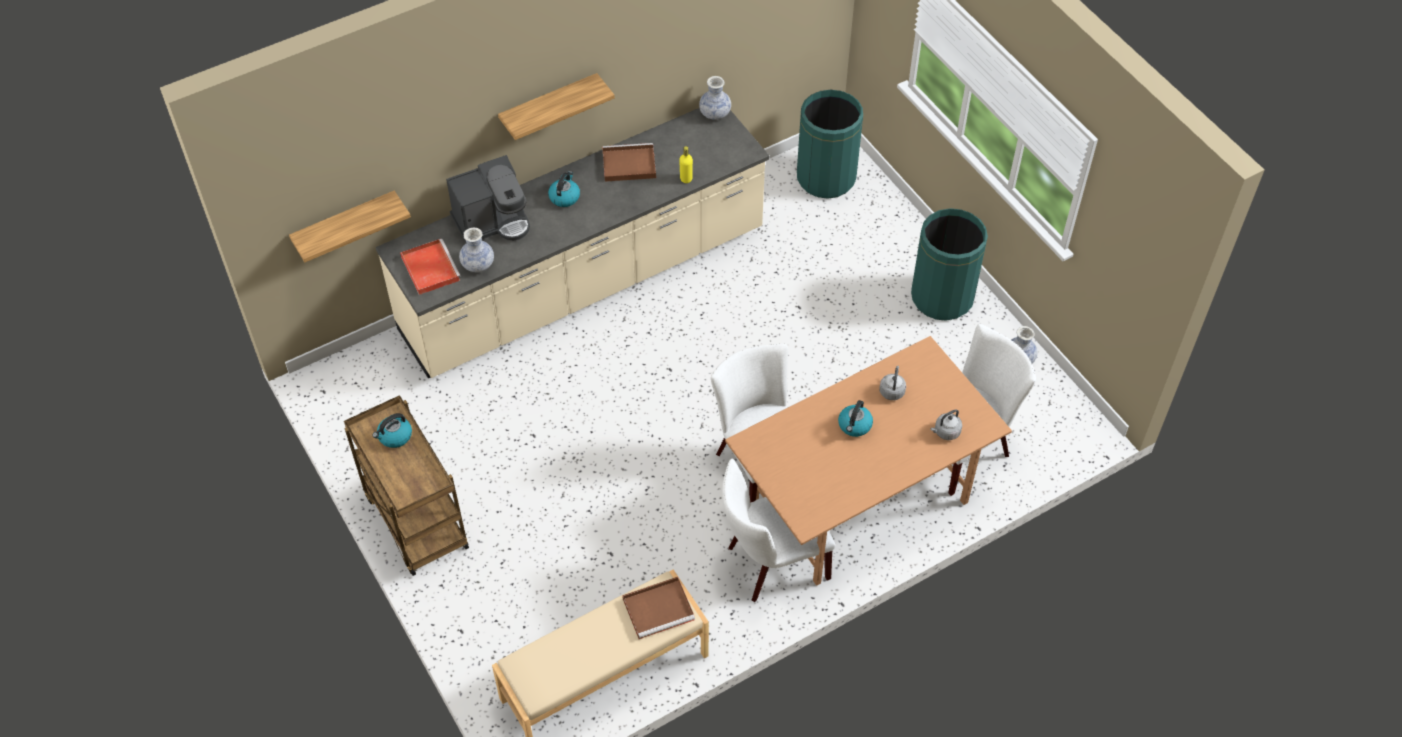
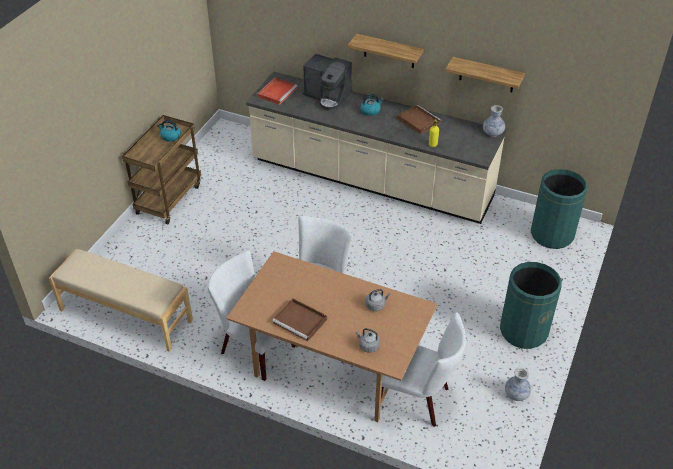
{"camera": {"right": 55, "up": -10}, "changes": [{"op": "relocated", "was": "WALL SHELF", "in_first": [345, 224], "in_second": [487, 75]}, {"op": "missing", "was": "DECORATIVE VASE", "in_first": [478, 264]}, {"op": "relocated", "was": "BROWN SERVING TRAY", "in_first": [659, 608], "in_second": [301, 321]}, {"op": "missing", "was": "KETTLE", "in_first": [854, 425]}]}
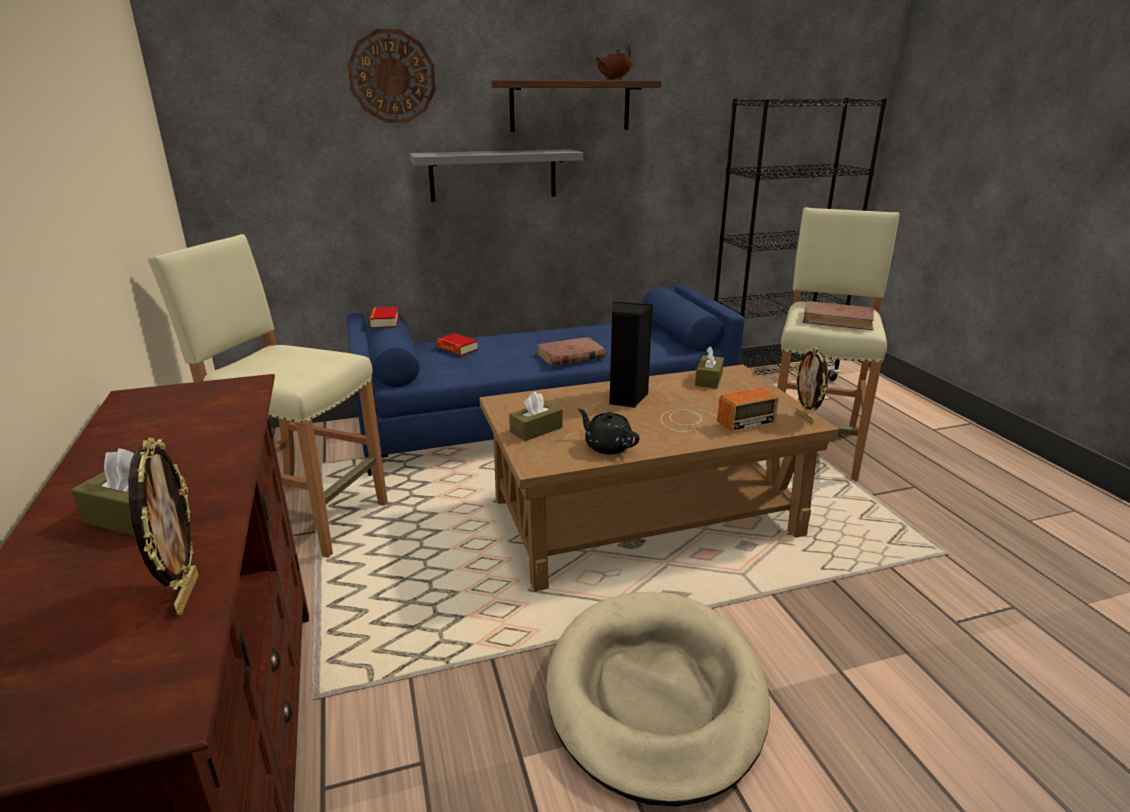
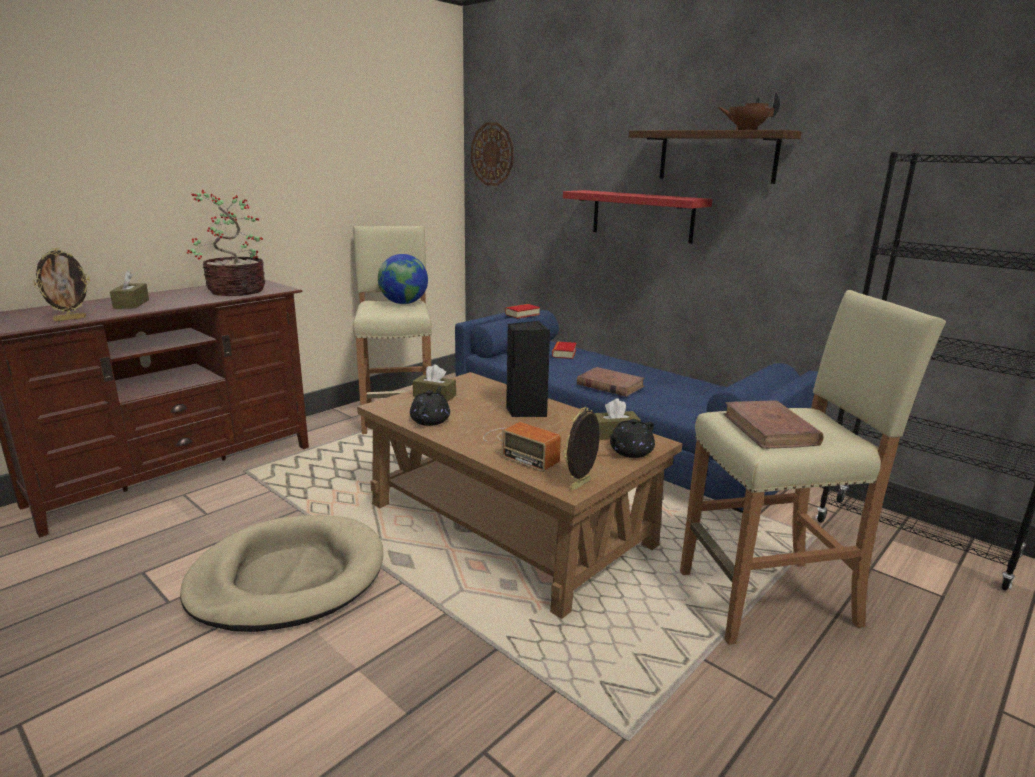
{"camera": {"right": 60, "up": -5}, "changes": [{"op": "relocated", "was": "WALL CLOCK", "in_first": [392, 77], "in_second": [492, 154]}, {"op": "colour", "was": "GRAY WALL SHELF", "now": "REDDISH WALL SHELF", "in_first": [493, 175], "in_second": [642, 215]}, {"op": "appeared", "now": "POTTED PLANT", "in_second": [234, 291]}, {"op": "appeared", "now": "GLOBE", "in_second": [404, 303]}, {"op": "appeared", "now": "BLACK-COLOURED TEA POT", "in_second": [630, 452]}]}
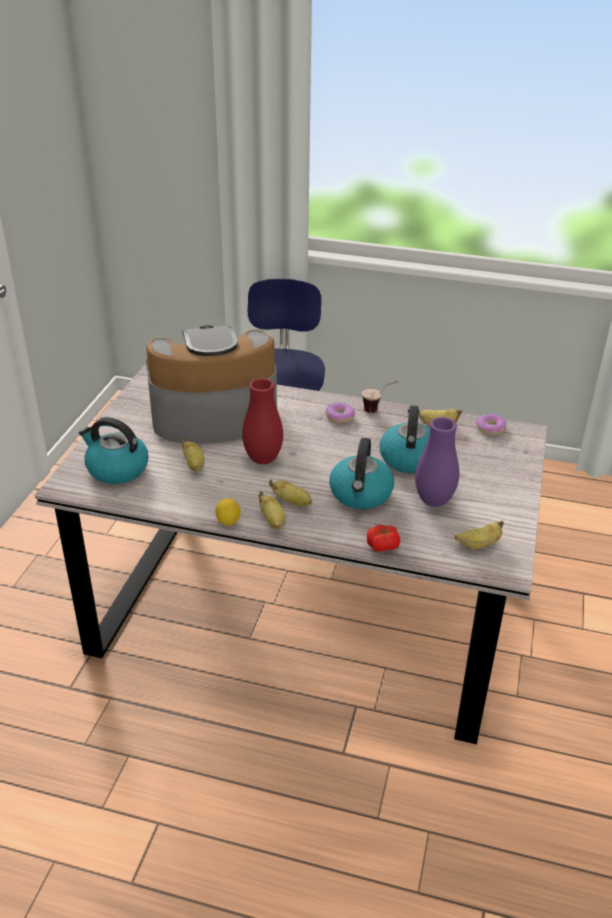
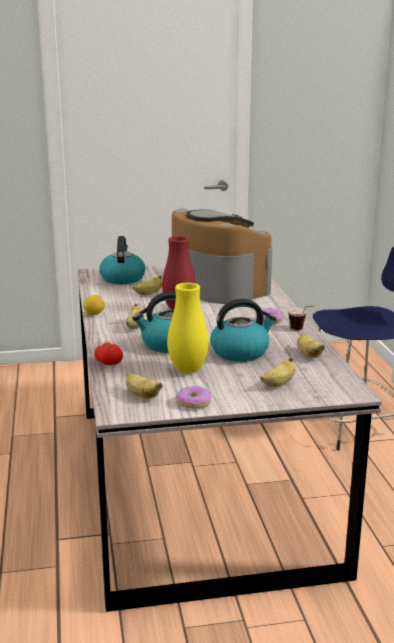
{"camera": {"right": 65, "up": -15}, "changes": [{"op": "relocated", "was": "BANANA FRUIT", "in_first": [273, 521], "in_second": [278, 384]}, {"op": "colour", "was": "PURPLE-COLOURED DECORATIVE VASE", "now": "YELLOW DECORATIVE VASE", "in_first": [433, 501], "in_second": [188, 370]}, {"op": "relocated", "was": "DONUT", "in_first": [490, 428], "in_second": [193, 402]}]}
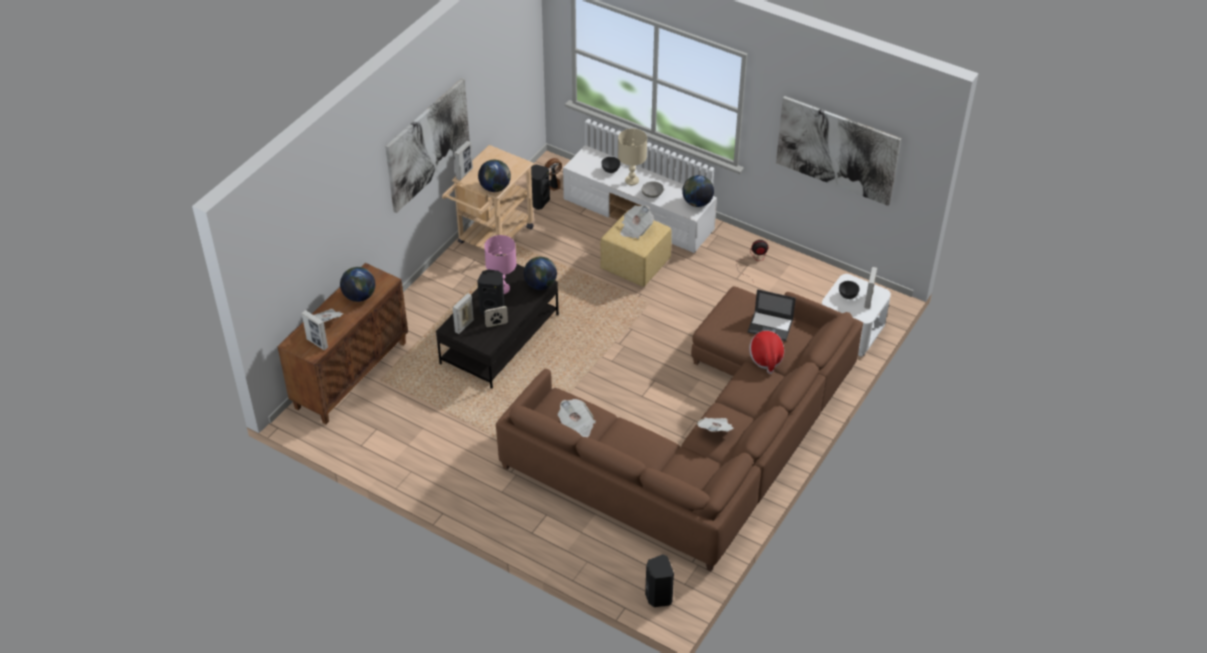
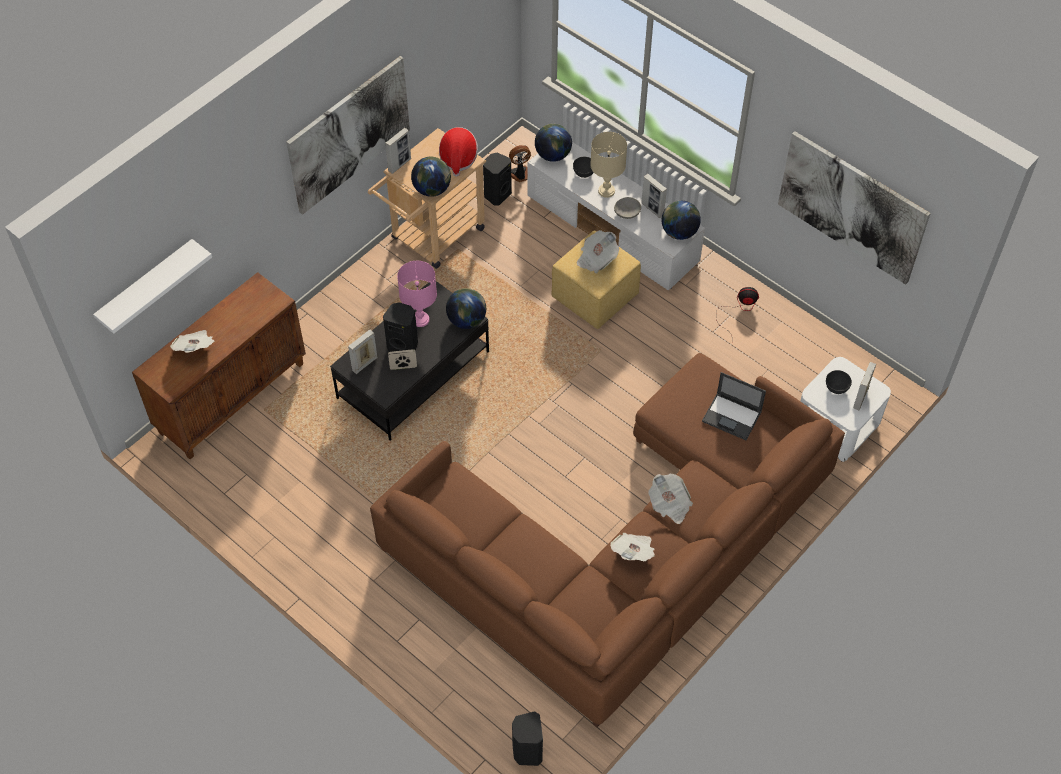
{"camera": {"right": 10, "up": 10}, "changes": [{"op": "relocated", "was": "STANDING FRAME", "in_first": [317, 343], "in_second": [652, 209]}, {"op": "relocated", "was": "GLOBE", "in_first": [359, 296], "in_second": [553, 155]}, {"op": "relocated", "was": "DAILY PAPER", "in_first": [577, 425], "in_second": [669, 504]}, {"op": "relocated", "was": "HAT", "in_first": [766, 358], "in_second": [458, 159]}, {"op": "appeared", "now": "WHITE-COLOURED WALL SHELF", "in_second": [146, 286]}]}
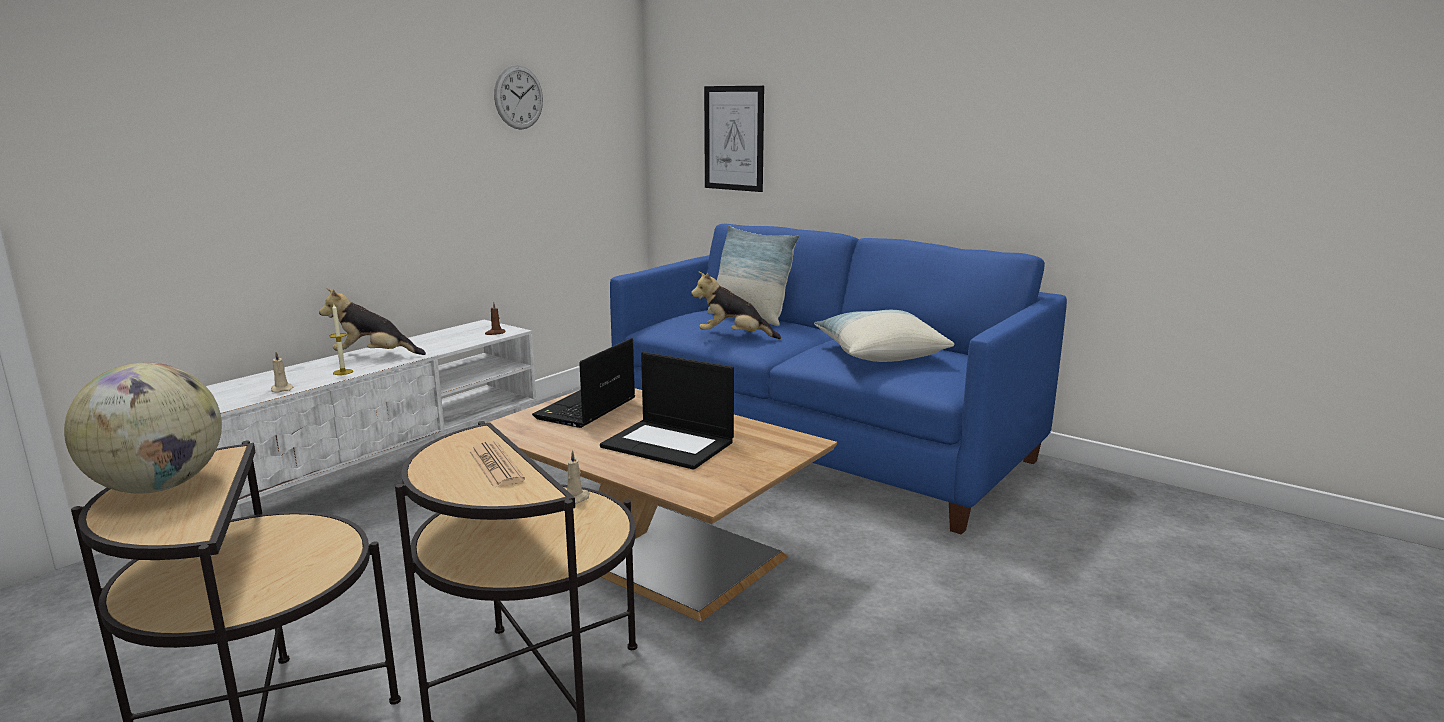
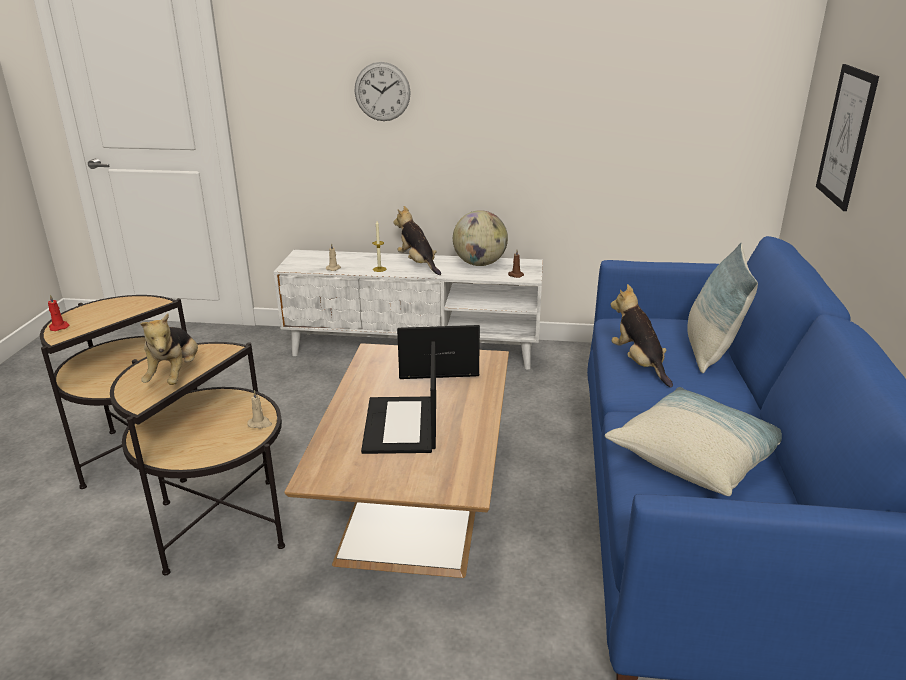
{"camera": {"right": 60, "up": 10}, "changes": [{"op": "relocated", "was": "GLOBE", "in_first": [159, 486], "in_second": [480, 264]}, {"op": "exchanged", "was": "DAILY PAPER", "now": "PLUSH TOY", "in_first": [495, 466], "in_second": [175, 375]}, {"op": "relocated", "was": "WALL CLOCK", "in_first": [518, 97], "in_second": [382, 91]}, {"op": "appeared", "now": "REDDISH WAX CANDLE", "in_second": [59, 327]}]}
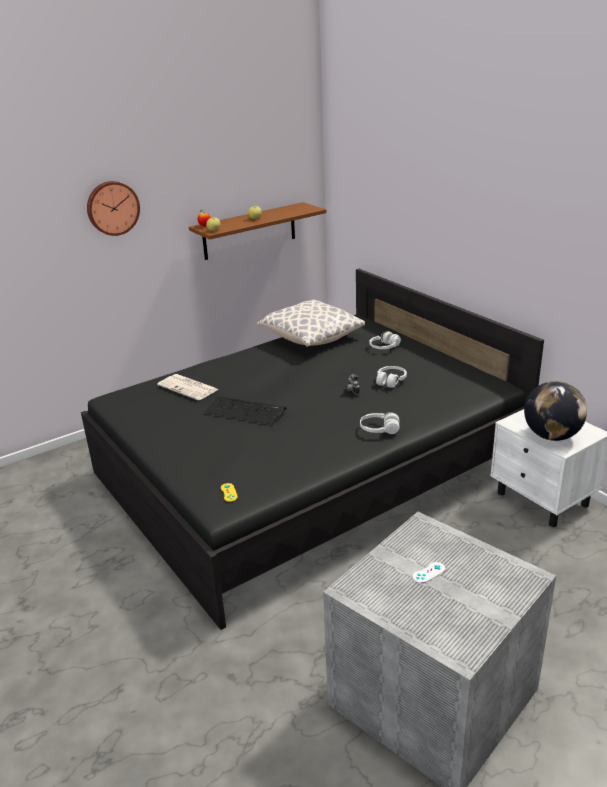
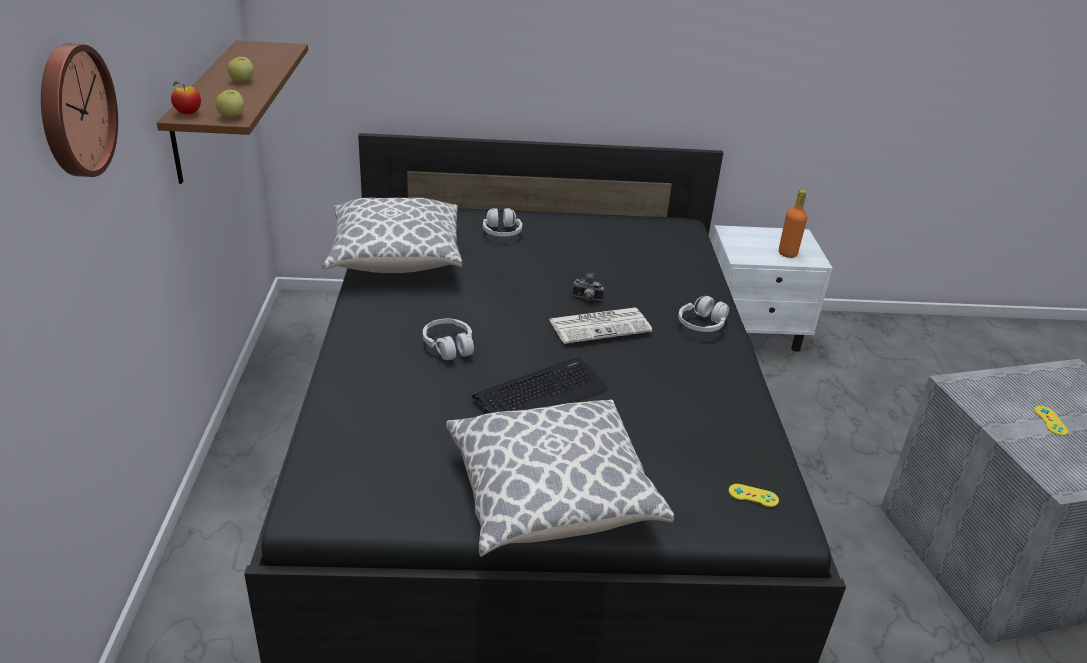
{"camera": {"right": -60, "up": 5}, "changes": [{"op": "relocated", "was": "DAILY PAPER", "in_first": [189, 388], "in_second": [601, 325]}, {"op": "relocated", "was": "WHITE-COLOURED HEADPHONES", "in_first": [390, 381], "in_second": [449, 346]}, {"op": "colour", "was": "WHITE-COLOURED GAME CONTROLLER", "now": "YELLOW GAME CONTROLLER", "in_first": [429, 573], "in_second": [1050, 421]}, {"op": "exchanged", "was": "GLOBE", "now": "ORANGE BEVERAGE BOTTLE", "in_first": [551, 436], "in_second": [787, 253]}, {"op": "appeared", "now": "CUSHION", "in_second": [550, 498]}]}
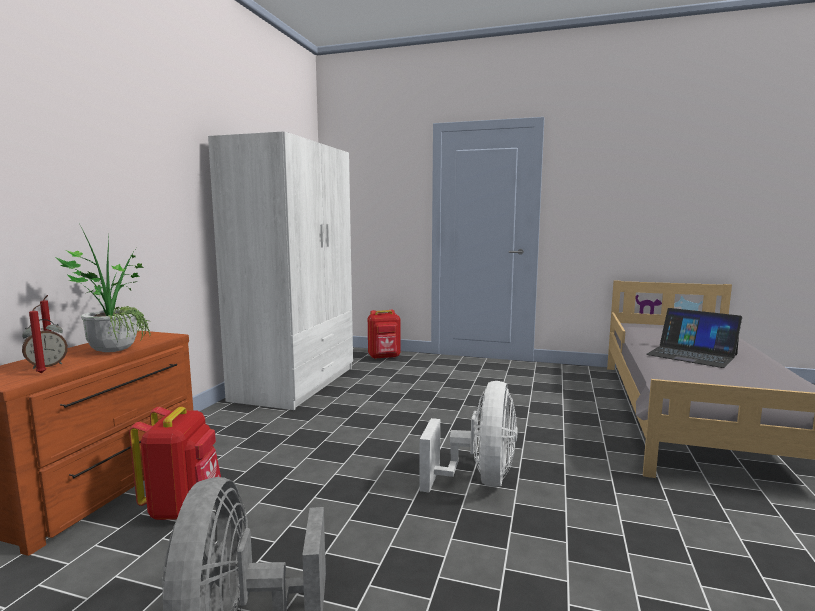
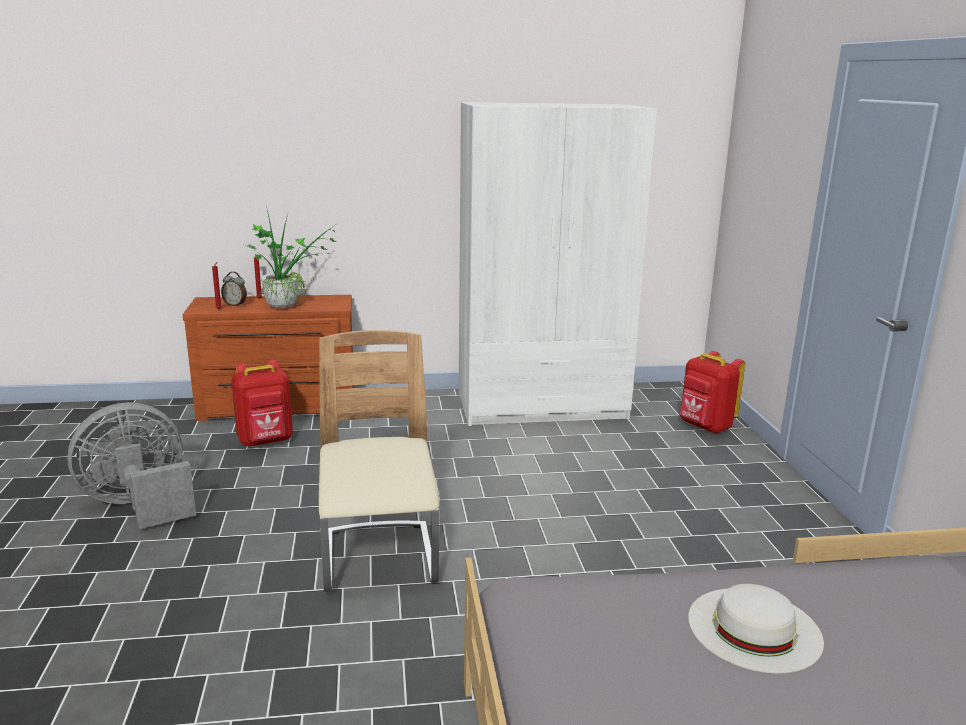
{"camera": {"right": 65, "up": 10}, "changes": [{"op": "exchanged", "was": "WHITE-COLOURED FAN", "now": "BEIGE UPRIGHT CHAIR", "in_first": [479, 480], "in_second": [379, 560]}, {"op": "exchanged", "was": "NOTEBOOK COMPUTER", "now": "WHITE-COLOURED HAT", "in_first": [691, 354], "in_second": [754, 628]}]}
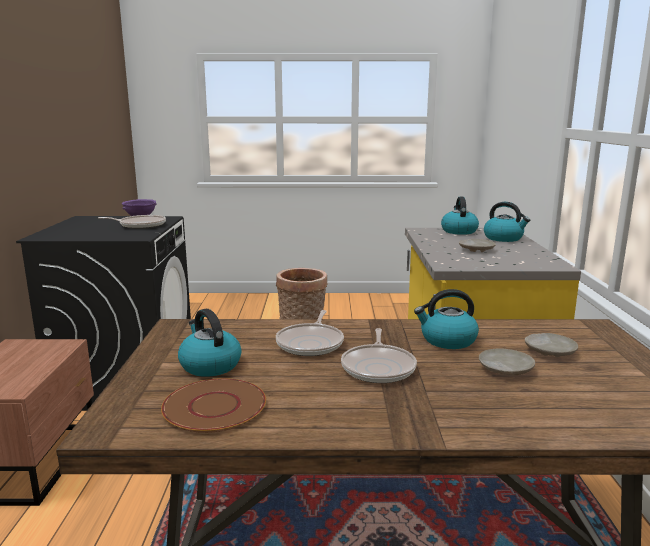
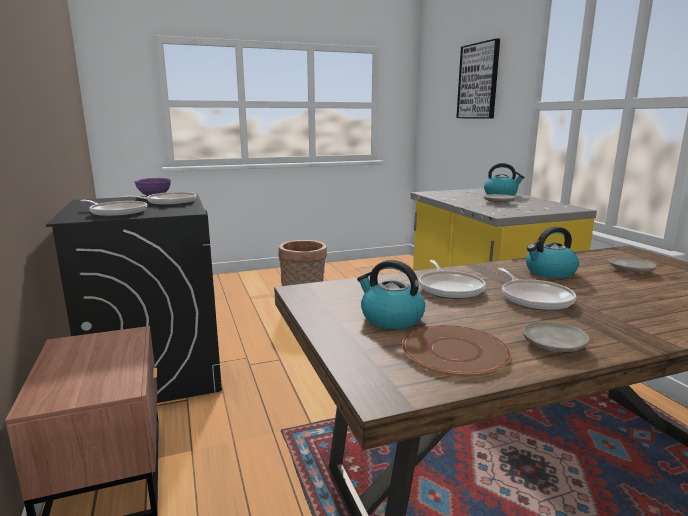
{"camera": {"right": -20, "up": 0}, "changes": [{"op": "missing", "was": "KETTLE", "in_first": [458, 231]}, {"op": "relocated", "was": "BEIGE DINNER PLATE", "in_first": [504, 370], "in_second": [553, 345]}, {"op": "appeared", "now": "SKILLET", "in_second": [117, 213]}, {"op": "appeared", "now": "WALL PICTURE", "in_second": [478, 81]}]}
